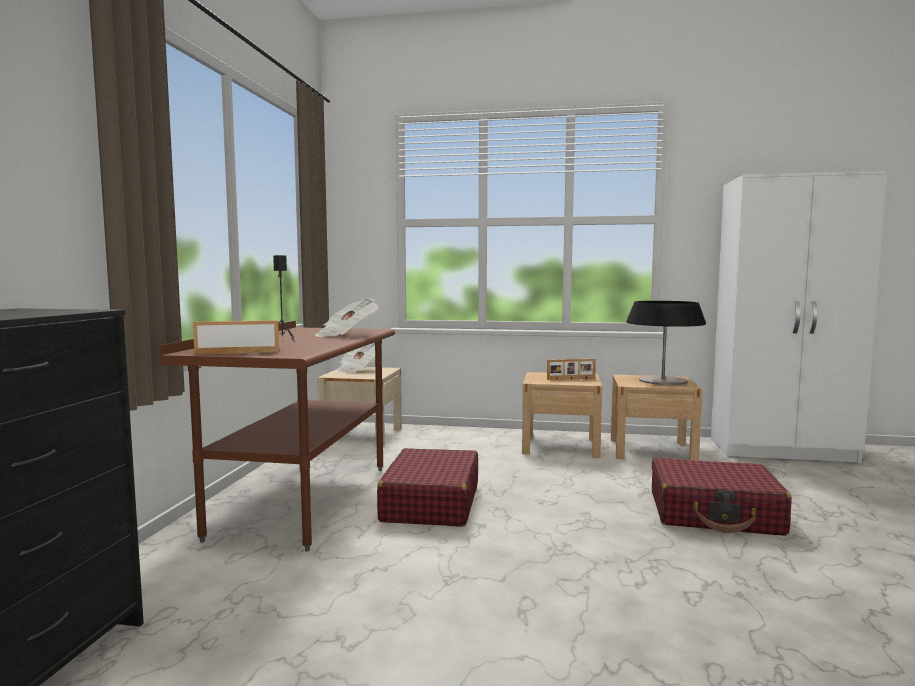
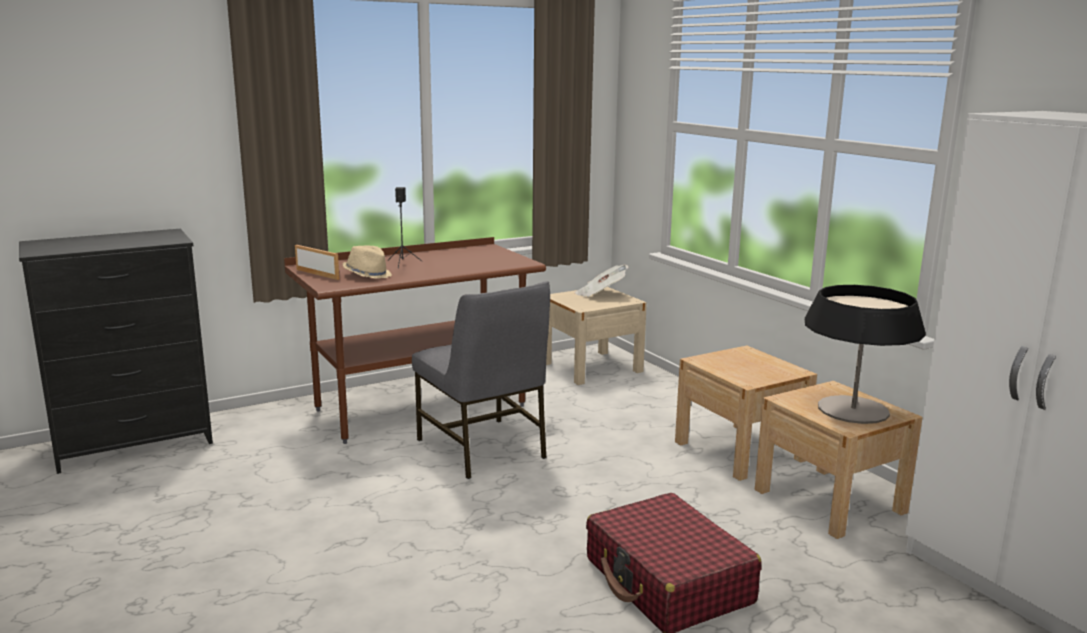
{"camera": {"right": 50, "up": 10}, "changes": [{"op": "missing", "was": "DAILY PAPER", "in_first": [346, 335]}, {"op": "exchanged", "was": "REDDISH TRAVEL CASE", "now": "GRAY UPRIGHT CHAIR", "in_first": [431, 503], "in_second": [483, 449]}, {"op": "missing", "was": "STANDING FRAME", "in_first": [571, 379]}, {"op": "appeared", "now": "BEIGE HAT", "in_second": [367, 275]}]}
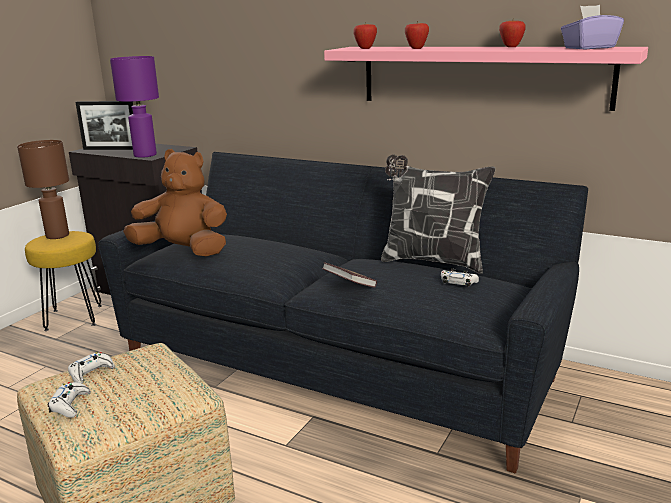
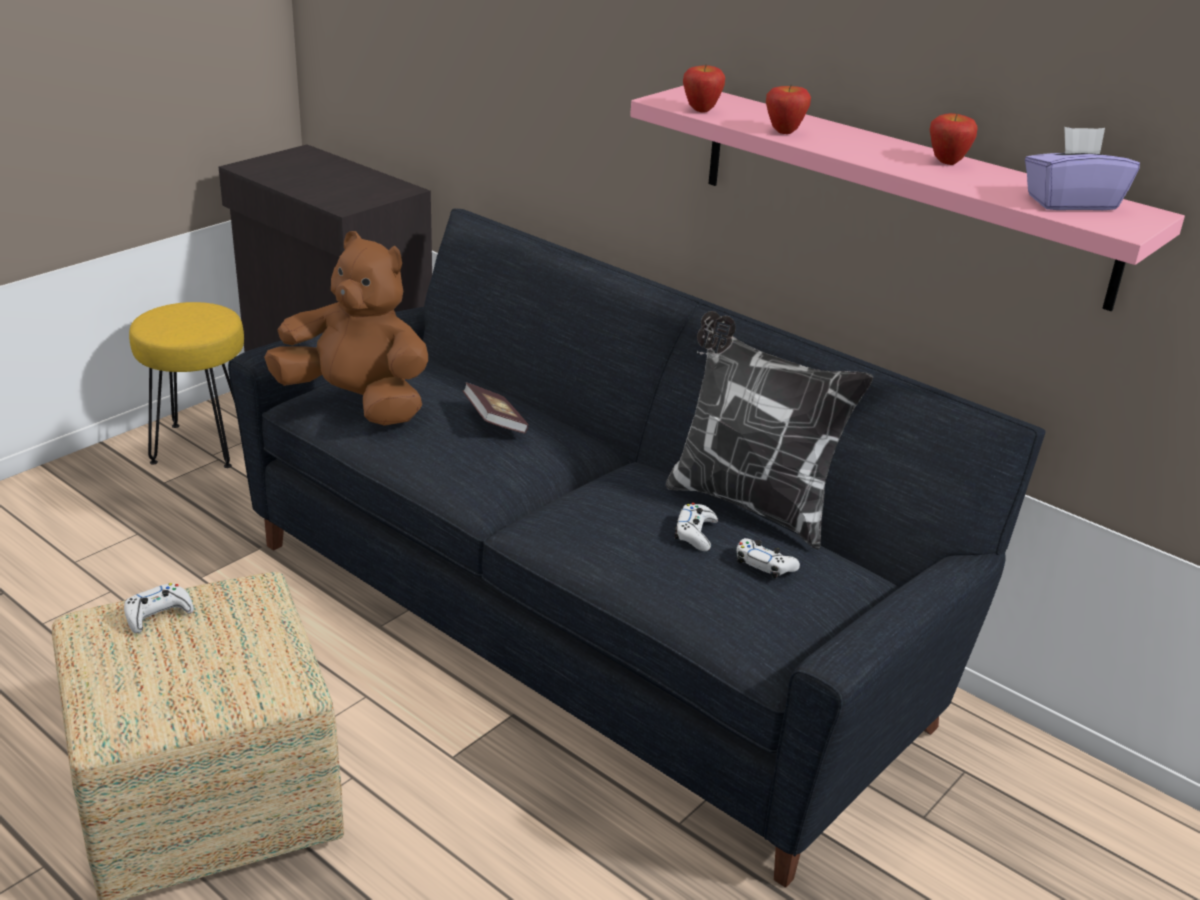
{"camera": {"right": 10, "up": 10}, "changes": [{"op": "missing", "was": "BROWN LAMP FOR A TABLE", "in_first": [57, 236]}, {"op": "relocated", "was": "WHITE-COLOURED GAME CONTROLLER", "in_first": [70, 405], "in_second": [695, 533]}, {"op": "missing", "was": "STANDING FRAME", "in_first": [111, 149]}, {"op": "missing", "was": "PURPLE-COLOURED LAMP FOR A TABLE", "in_first": [144, 155]}, {"op": "relocated", "was": "BOUND BOOK", "in_first": [349, 286], "in_second": [495, 423]}]}
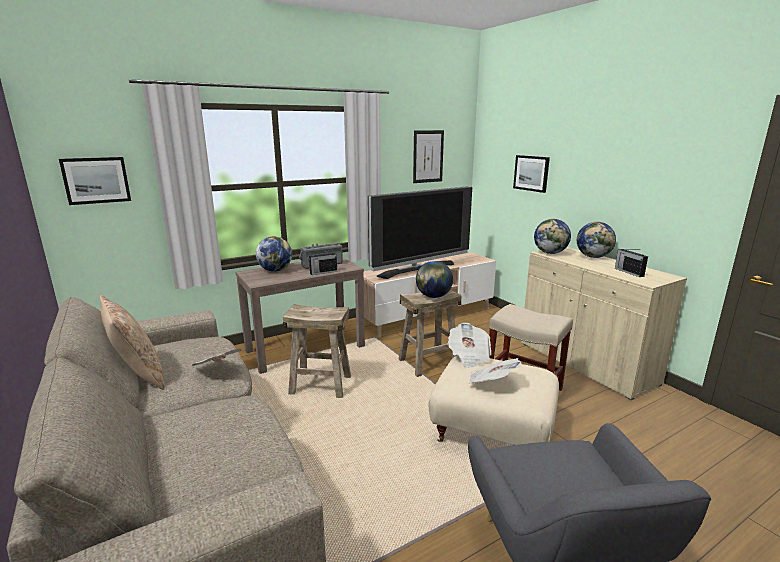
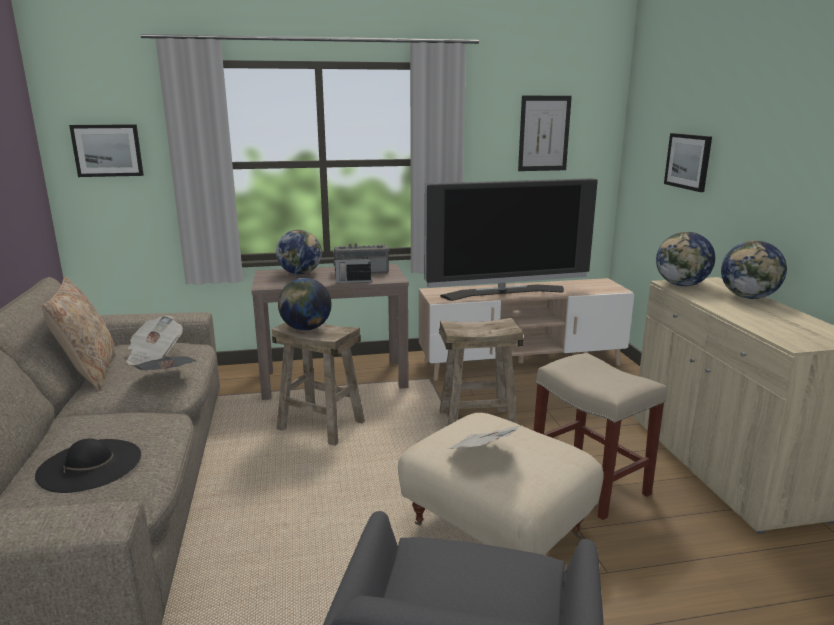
{"camera": {"right": 20, "up": 0}, "changes": [{"op": "relocated", "was": "GLOBE", "in_first": [433, 296], "in_second": [305, 329]}, {"op": "relocated", "was": "DAILY PAPER", "in_first": [469, 356], "in_second": [154, 355]}, {"op": "missing", "was": "RADIO RECEIVER", "in_first": [628, 272]}, {"op": "appeared", "now": "BLACK-COLOURED HAT", "in_second": [90, 465]}]}
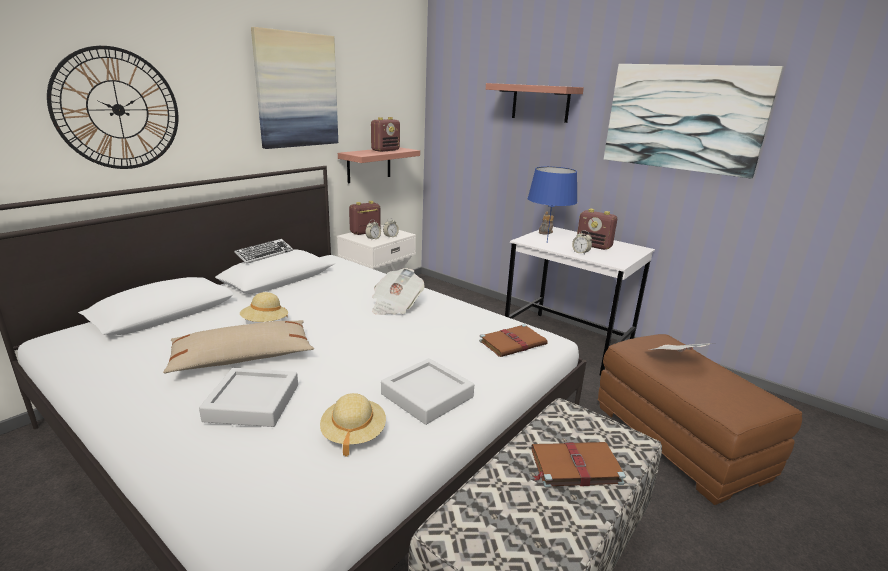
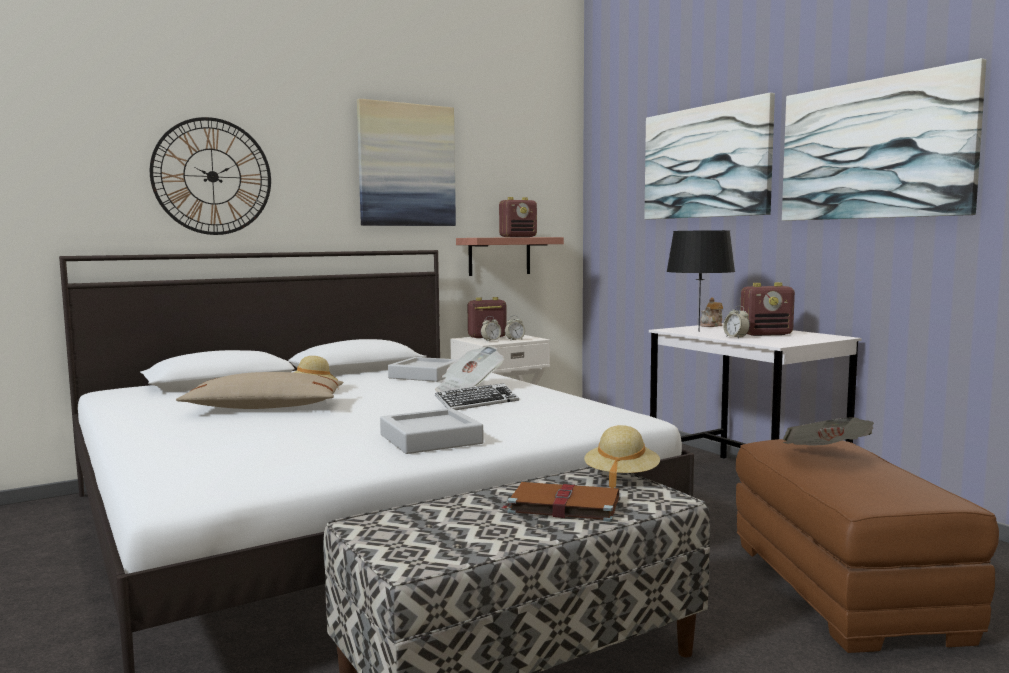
{"camera": {"right": 20, "up": -15}, "changes": [{"op": "relocated", "was": "GRAY SERVING TRAY", "in_first": [252, 403], "in_second": [425, 375]}, {"op": "relocated", "was": "PC KEYBOARD", "in_first": [264, 254], "in_second": [477, 403]}, {"op": "relocated", "was": "BEIGE HAT", "in_first": [353, 434], "in_second": [621, 477]}, {"op": "missing", "was": "BROWN BOUND BOOK", "in_first": [513, 343]}, {"op": "exchanged", "was": "WALL SHELF", "now": "WALL PICTURE", "in_first": [540, 103], "in_second": [705, 162]}, {"op": "colour", "was": "BLUE LAMP FOR A TABLE", "now": "BLACK-COLOURED LAMP FOR A TABLE", "in_first": [547, 243], "in_second": [699, 331]}, {"op": "spun", "was": "RADIO RECEIVER", "in_first": [594, 246], "in_second": [766, 334], "clockwise": -60}]}
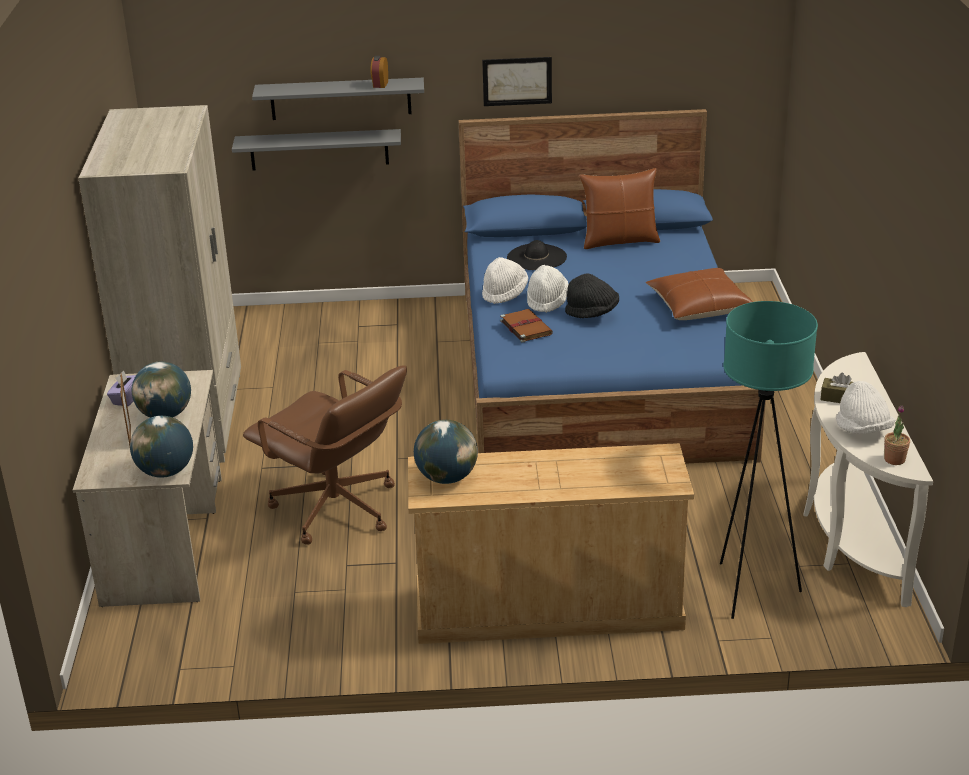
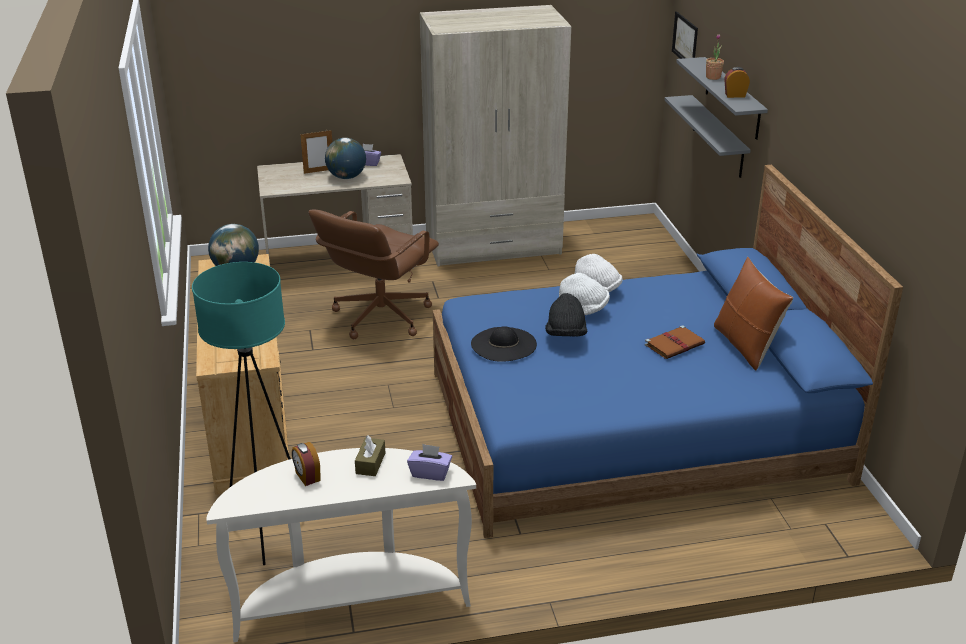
{"camera": {"right": 80, "up": 0}, "changes": [{"op": "missing", "was": "GLOBE", "in_first": [166, 471]}, {"op": "relocated", "was": "WALL PICTURE", "in_first": [517, 81], "in_second": [685, 40]}, {"op": "relocated", "was": "BROWN BOUND BOOK", "in_first": [525, 327], "in_second": [675, 344]}, {"op": "relocated", "was": "BLACK-COLOURED HAT", "in_first": [537, 257], "in_second": [503, 344]}, {"op": "missing", "was": "BROWN CUSHION", "in_first": [698, 306]}, {"op": "exchanged", "was": "WHITE-COLOURED HAT", "now": "TABLE CLOCK", "in_first": [863, 429], "in_second": [307, 477]}, {"op": "relocated", "was": "POTTED PLANT", "in_first": [894, 459], "in_second": [713, 77]}, {"op": "appeared", "now": "PURPLE-COLOURED BOX OF TISSUES", "in_second": [430, 473]}]}
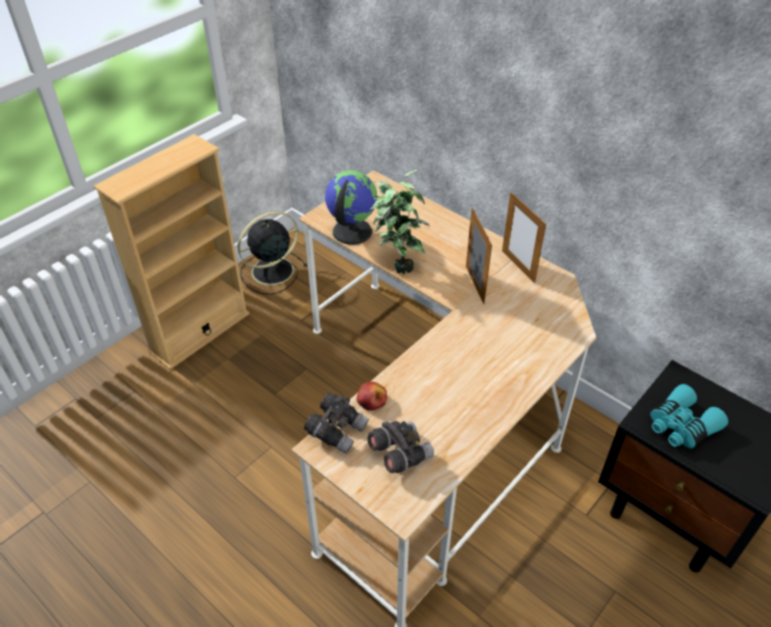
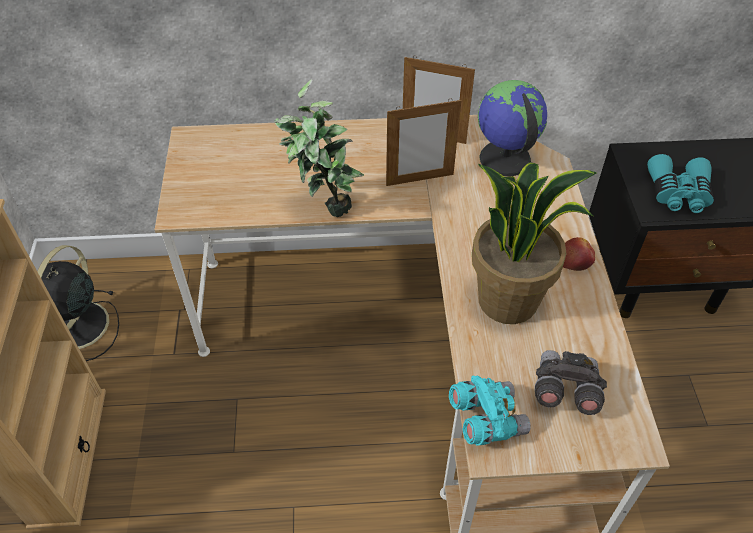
{"camera": {"right": -45, "up": 5}, "changes": [{"op": "colour", "was": "GRAY PAIR OF BINOCULARS", "now": "TURQUOISE-COLOURED PAIR OF BINOCULARS", "in_first": [337, 430], "in_second": [486, 419]}, {"op": "relocated", "was": "GLOBE", "in_first": [351, 231], "in_second": [504, 159]}, {"op": "relocated", "was": "APPLE FRUIT", "in_first": [371, 400], "in_second": [575, 259]}, {"op": "spun", "was": "STANDING FRAME", "in_first": [474, 284], "in_second": [420, 179], "clockwise": 135}, {"op": "appeared", "now": "POTTED PLANT", "in_second": [508, 299]}]}
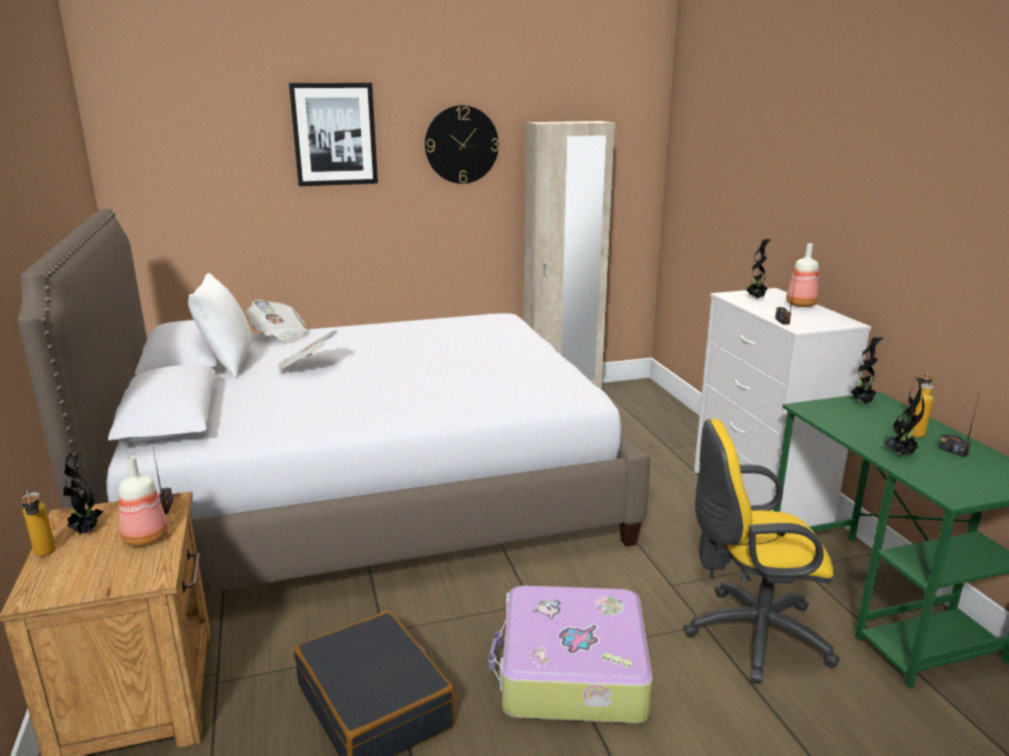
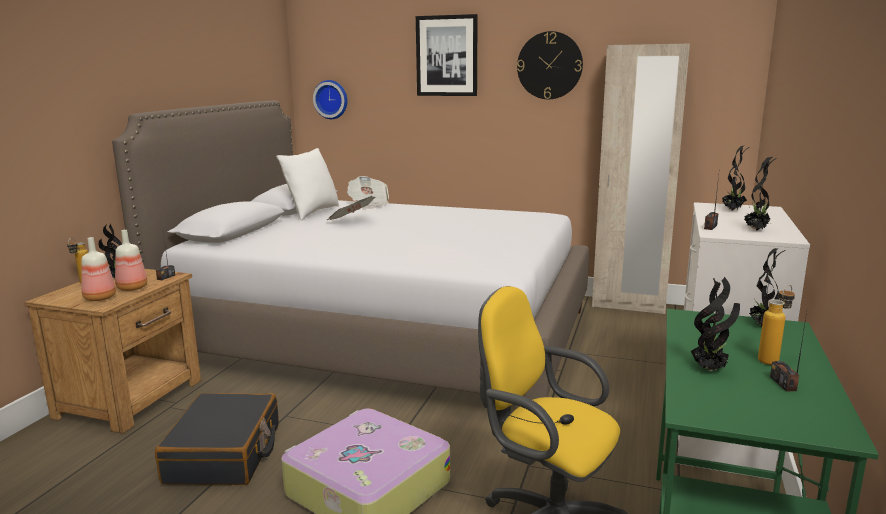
{"camera": {"right": 35, "up": -5}, "changes": [{"op": "relocated", "was": "BEVERAGE BOTTLE", "in_first": [801, 305], "in_second": [98, 298]}, {"op": "appeared", "now": "WALL CLOCK", "in_second": [331, 99]}, {"op": "appeared", "now": "POTTED PLANT", "in_second": [756, 230]}]}
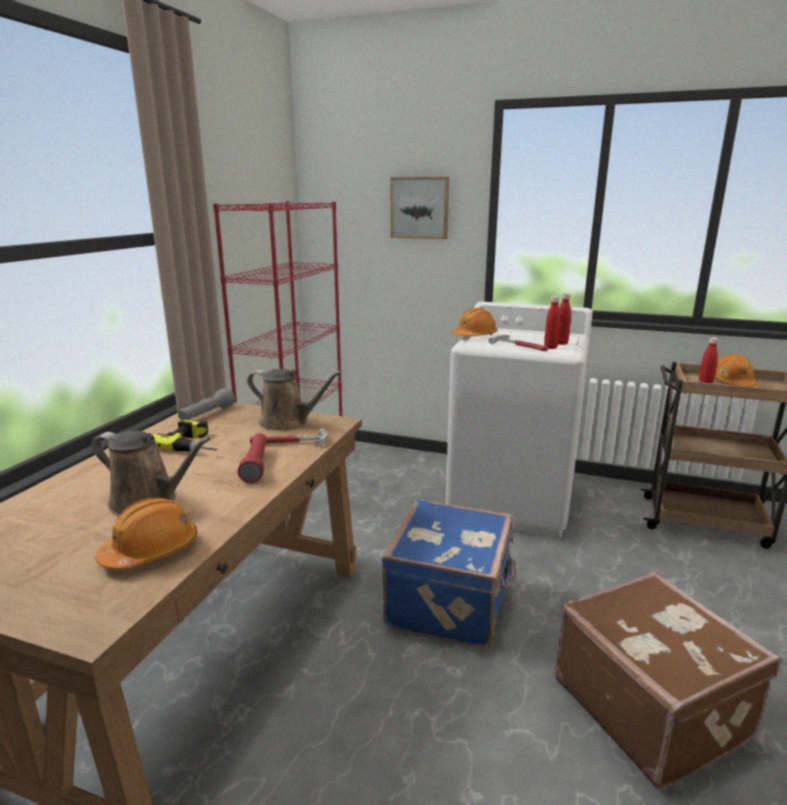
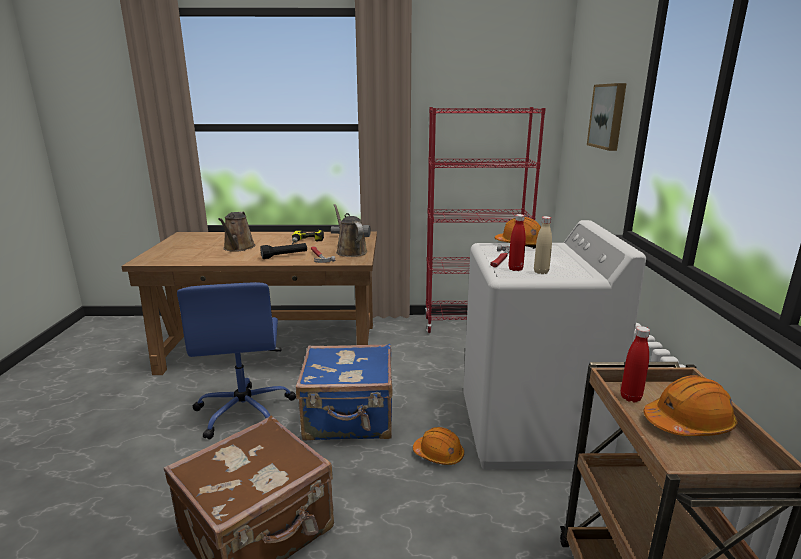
{"camera": {"right": 70, "up": 0}, "changes": [{"op": "relocated", "was": "ORANGE WORK HELMET", "in_first": [151, 551], "in_second": [439, 455]}, {"op": "colour", "was": "REDDISH FLASHLIGHT", "now": "BLACK-COLOURED FLASHLIGHT", "in_first": [256, 465], "in_second": [284, 256]}, {"op": "spun", "was": "BROWN WATERING CAN", "in_first": [288, 423], "in_second": [350, 251], "clockwise": 150}, {"op": "colour", "was": "REDDISH BEVERAGE BOTTLE", "now": "BEIGE BEVERAGE BOTTLE", "in_first": [561, 343], "in_second": [541, 272]}, {"op": "appeared", "now": "BLUE COMPUTER CHAIR", "in_second": [245, 411]}]}
